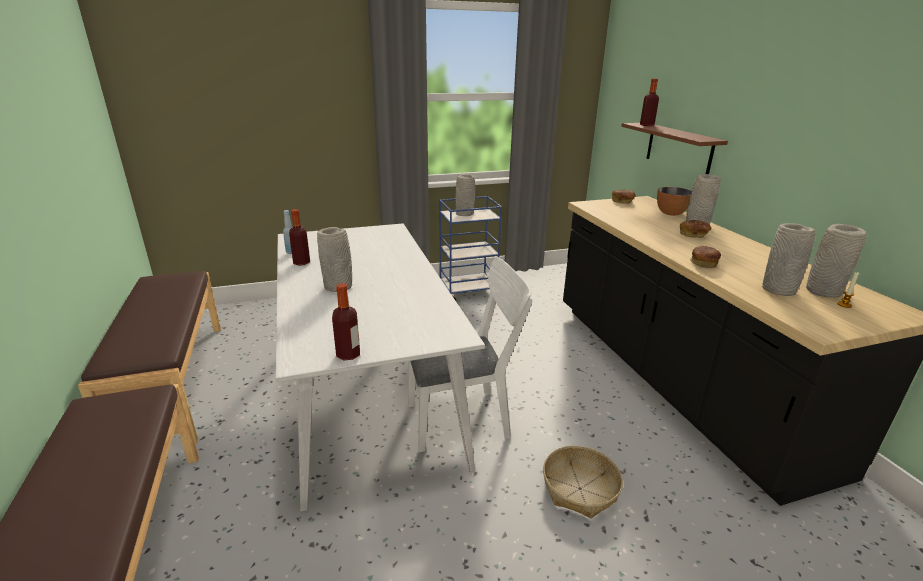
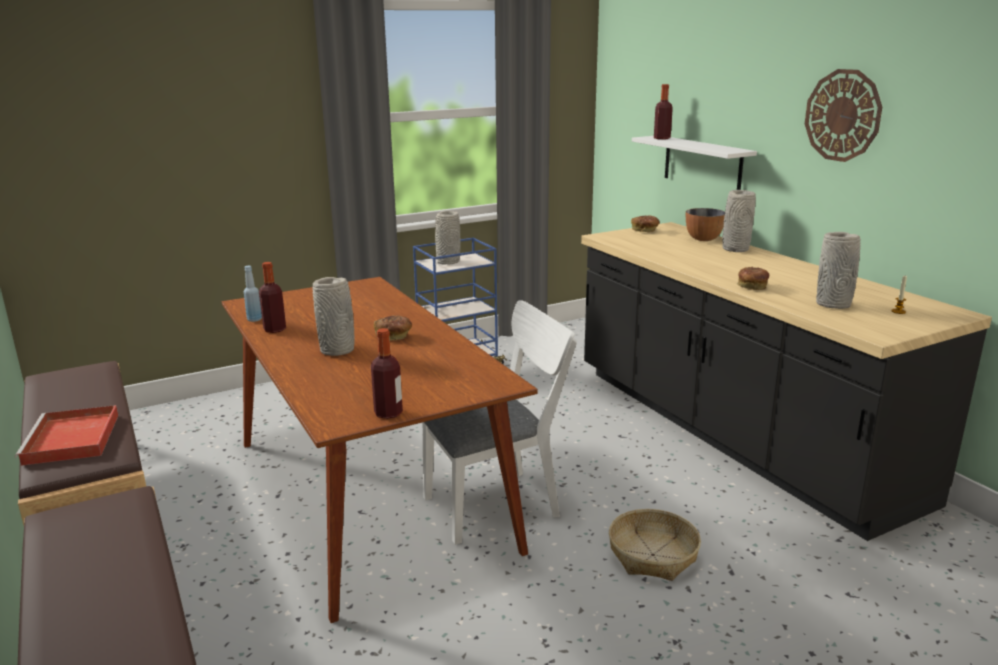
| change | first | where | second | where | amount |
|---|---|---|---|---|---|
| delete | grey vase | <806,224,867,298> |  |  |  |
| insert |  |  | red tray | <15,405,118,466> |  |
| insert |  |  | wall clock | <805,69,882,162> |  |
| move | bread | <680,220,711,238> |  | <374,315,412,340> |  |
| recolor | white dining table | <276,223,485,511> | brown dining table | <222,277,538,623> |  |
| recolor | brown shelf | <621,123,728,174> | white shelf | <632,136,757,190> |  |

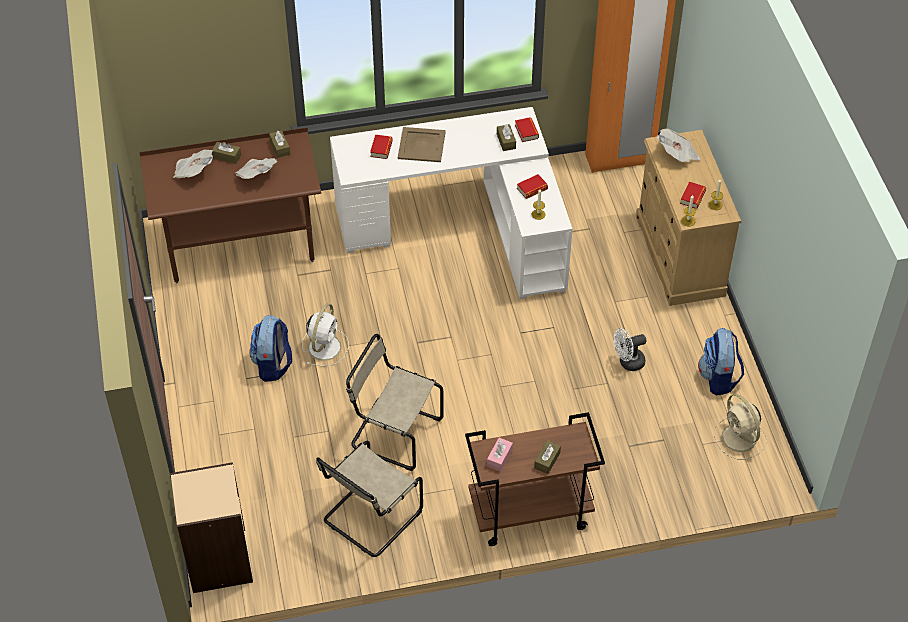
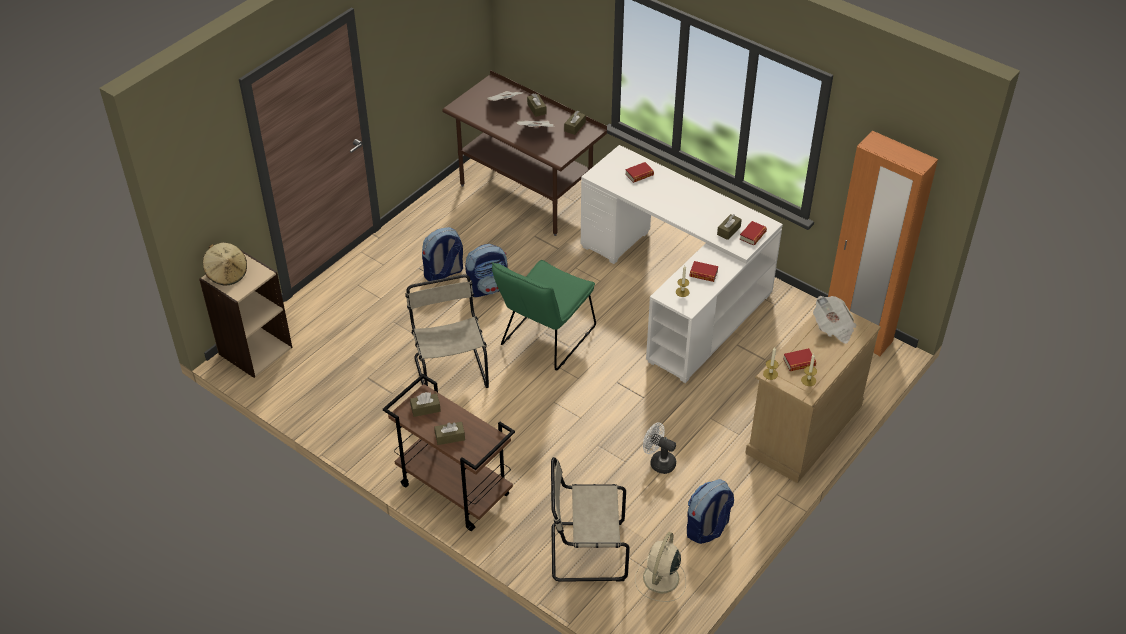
| change | first | where | second | where | amount |
|---|---|---|---|---|---|
| delete | beige tray | <398,127,446,162> |  |  |  |
| insert |  |  | beige hat | <203,242,247,286> |  |
| insert |  |  | green chair | <492,260,596,371> |  |
| move | beige chair | <316,441,423,557> |  | <551,457,630,582> |  |
| replace | white fan | <302,304,349,366> | backpack | <465,244,508,297> |  |
| recolor | pink tissue box | <487,438,513,471> | brown tissue box | <410,392,441,417> |  |

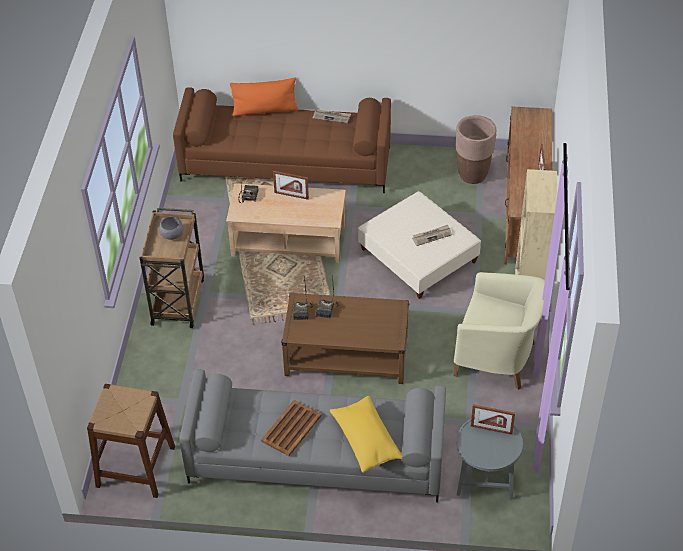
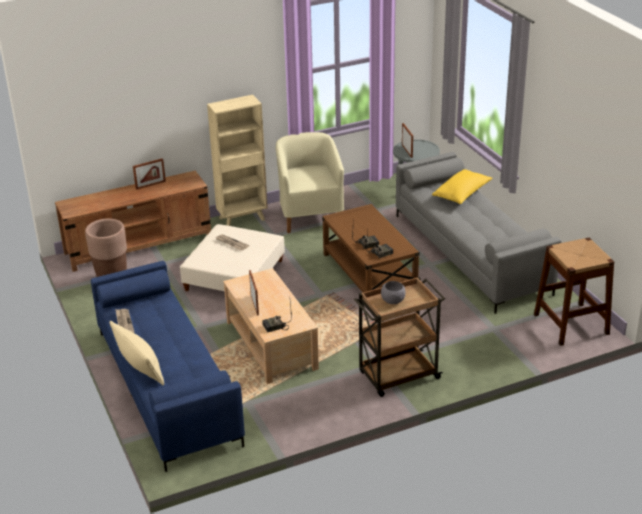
| change | first | where | second | where | amount |
|---|---|---|---|---|---|
| delete | brown tray | <261,400,322,456> |  |  |  |
| recolor | brown sofa | <173,87,391,193> | blue sofa | <91,261,245,472> |  |
| recolor | orange pillow | <230,78,298,116> | beige pillow | <110,321,164,385> |  |

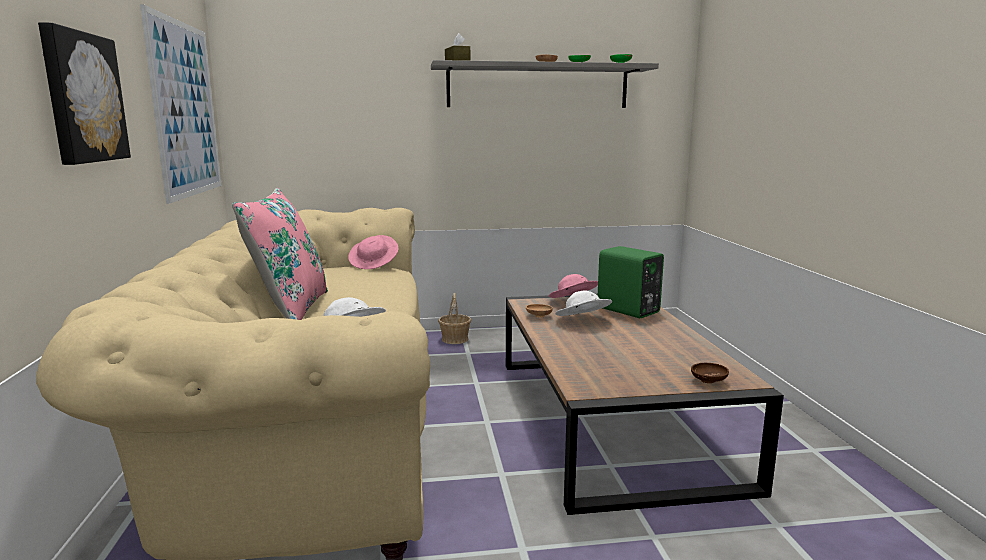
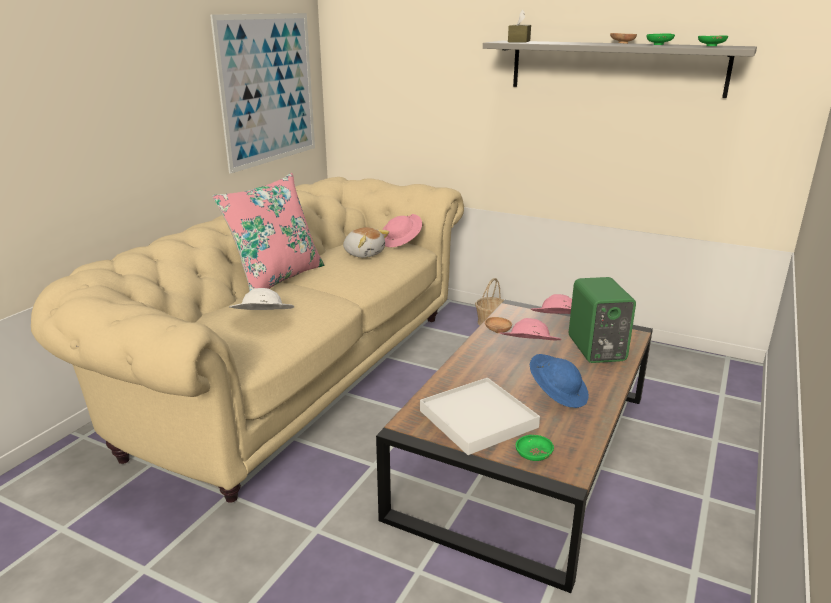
| change | first | where | second | where | amount |
|---|---|---|---|---|---|
| delete | picture | <38,22,131,165> |  |  |  |
| insert |  |  | plush toy | <343,227,389,258> |  |
| insert |  |  | white tray | <420,378,540,455> |  |
| insert |  |  | blue hat | <530,354,589,408> |  |
| recolor | white hat | <555,291,612,316> | pink hat | <500,318,561,340> |  |
| recolor | brown bowl | <691,363,729,383> | green bowl | <516,435,554,461> |  |

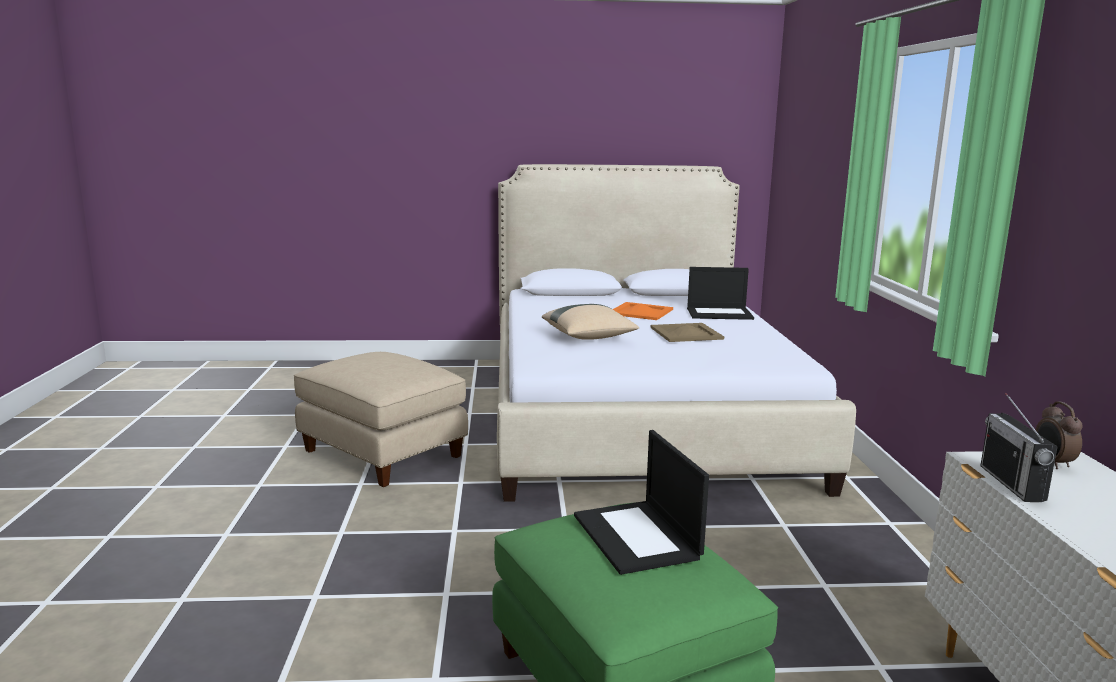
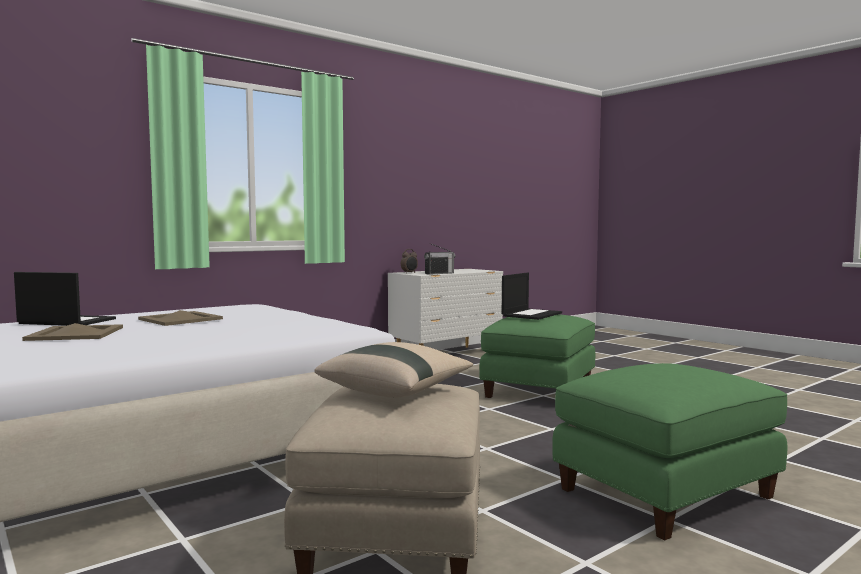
| change | first | where | second | where | amount |
|---|---|---|---|---|---|
| insert |  |  | green ottoman | <552,363,788,540> |  |
| move | beige pillow | <542,304,639,340> |  | <314,342,473,398> |  |
| recolor | orange tray | <613,302,673,320> | beige tray | <22,323,123,341> |  |
| rotate | laptop | <687,267,754,320> |  | <14,272,116,326> | 45 degrees counterclockwise |

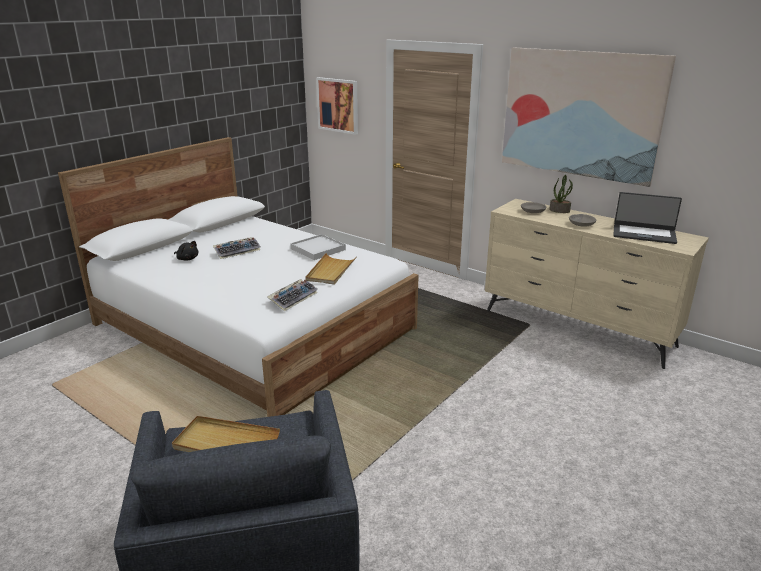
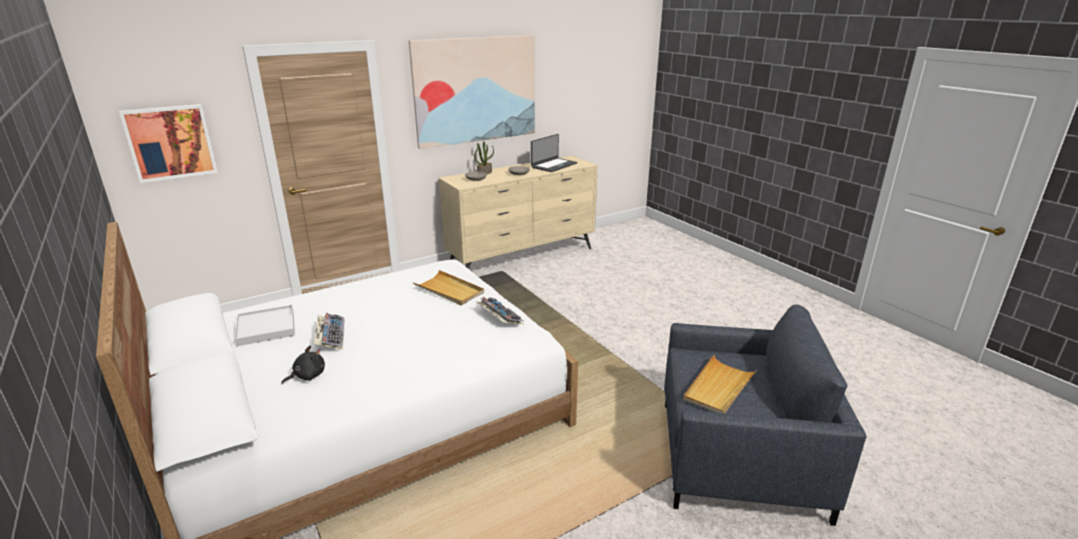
| change | first | where | second | where | amount |
|---|---|---|---|---|---|
| move | white tray | <290,234,346,260> |  | <235,305,295,346> |  |

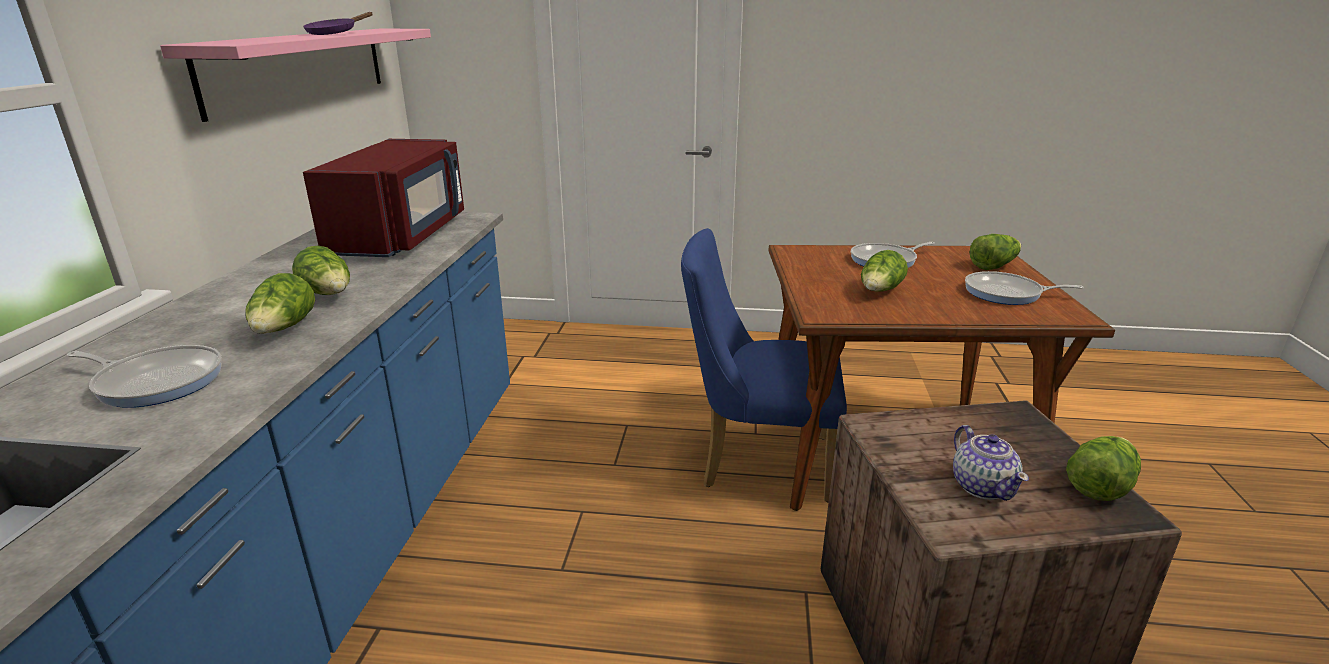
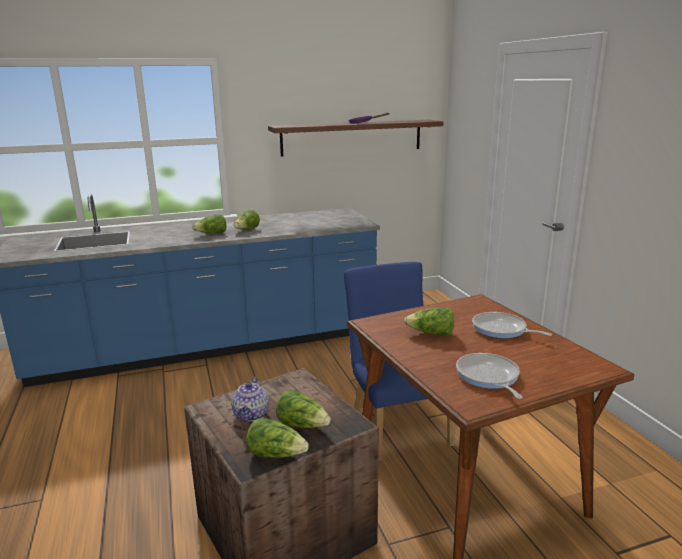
| change | first | where | second | where | amount |
|---|---|---|---|---|---|
| delete | frying pan | <67,345,222,408> |  |  |  |
| delete | red microwave | <303,139,464,257> |  |  |  |
| move | lettuce | <969,234,1021,270> |  | <276,390,331,428> |  |
| recolor | pink shelf | <160,29,431,122> | brown shelf | <268,120,443,157> |  |
| rotate | teapot | <953,425,1029,501> |  | <231,377,269,421> | 45 degrees counterclockwise |

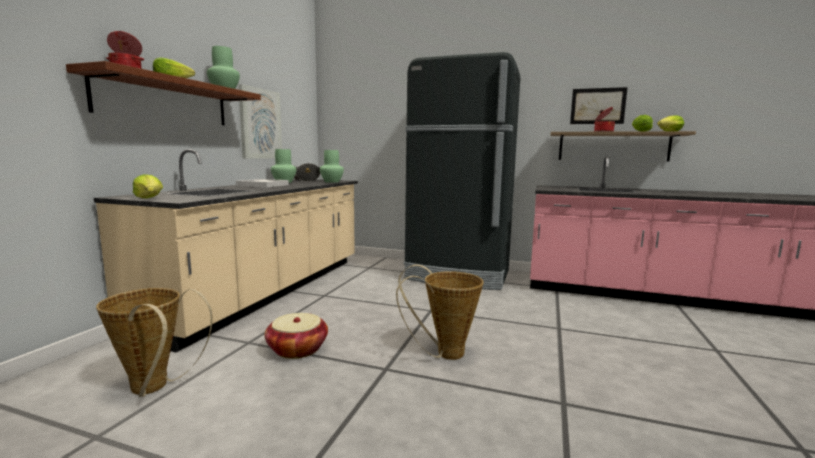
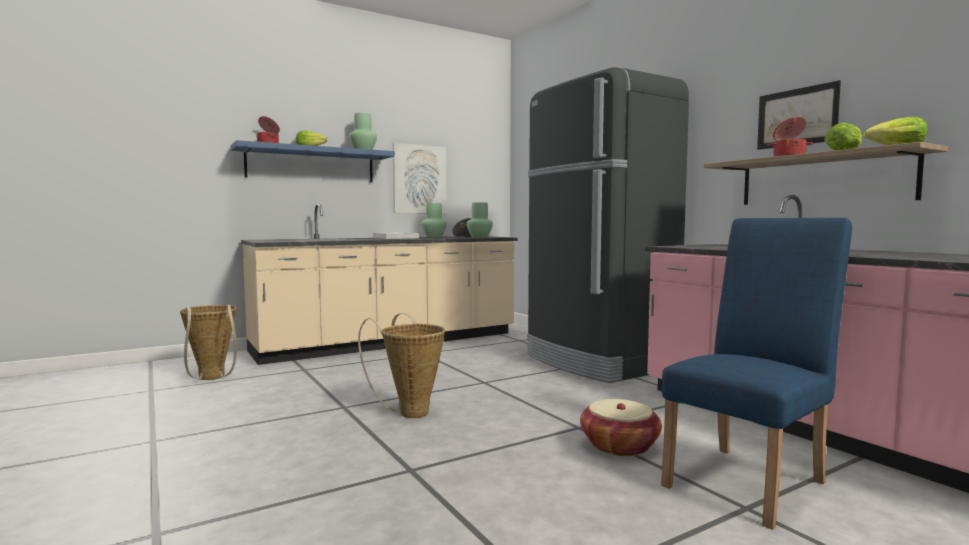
| change | first | where | second | where | amount |
|---|---|---|---|---|---|
| delete | lettuce | <133,174,163,198> |  |  |  |
| insert |  |  | blue chair | <661,218,852,530> |  |
| move | basket | <265,313,328,359> |  | <580,399,662,456> |  |
| recolor | brown shelf | <66,61,261,125> | blue shelf | <230,140,395,182> |  |

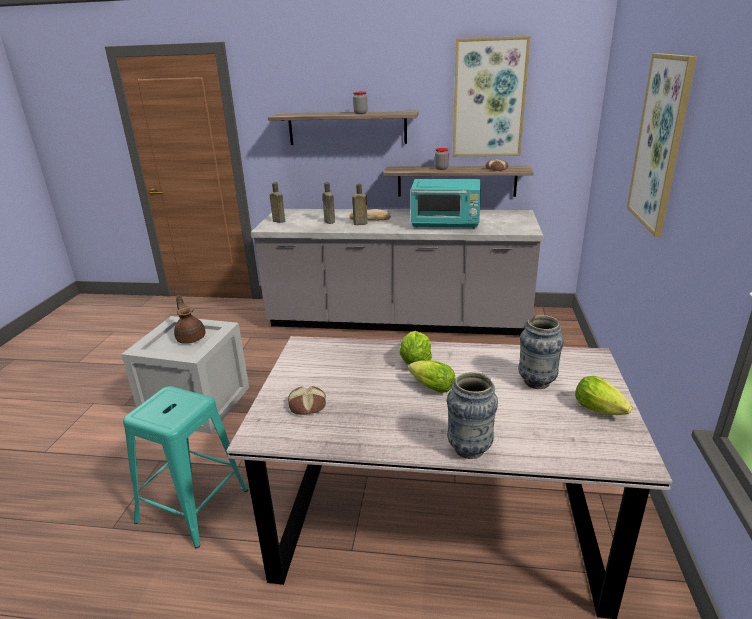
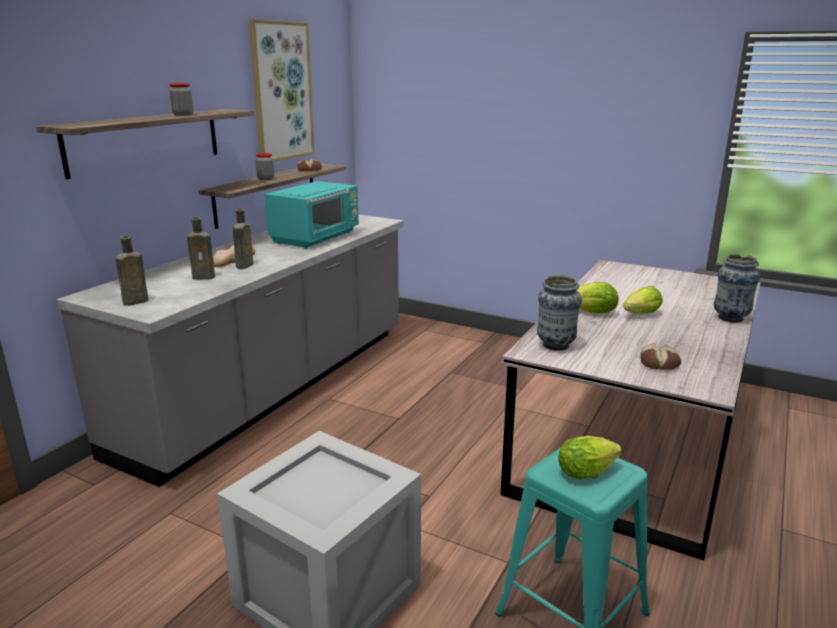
| change | first | where | second | where | amount |
|---|---|---|---|---|---|
| delete | brown teapot | <174,295,206,344> |  |  |  |
| delete | picture | <627,53,697,237> |  |  |  |
| move | vase | <518,315,564,389> |  | <537,275,582,351> |  |
| move | lettuce | <575,376,632,415> |  | <558,436,622,479> |  |

